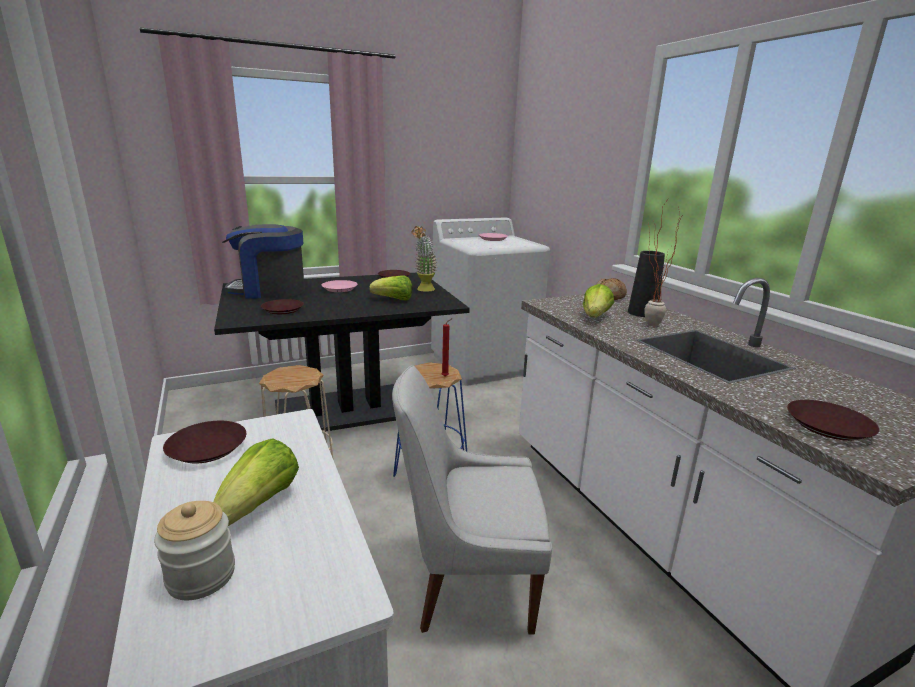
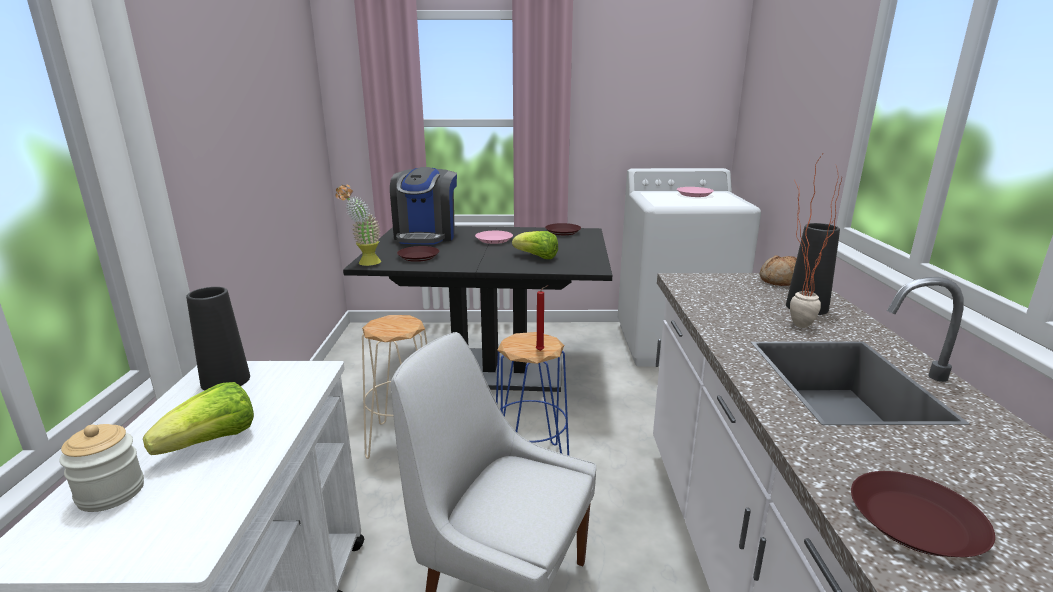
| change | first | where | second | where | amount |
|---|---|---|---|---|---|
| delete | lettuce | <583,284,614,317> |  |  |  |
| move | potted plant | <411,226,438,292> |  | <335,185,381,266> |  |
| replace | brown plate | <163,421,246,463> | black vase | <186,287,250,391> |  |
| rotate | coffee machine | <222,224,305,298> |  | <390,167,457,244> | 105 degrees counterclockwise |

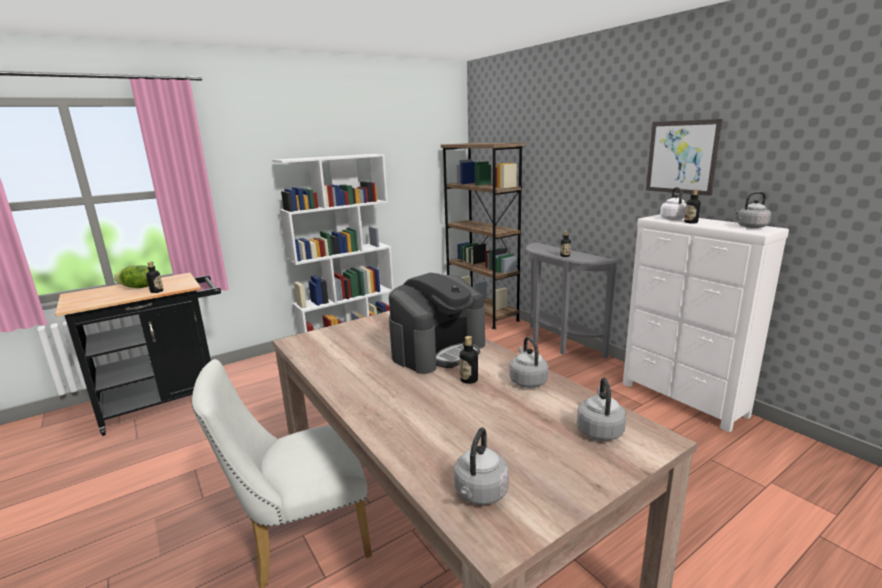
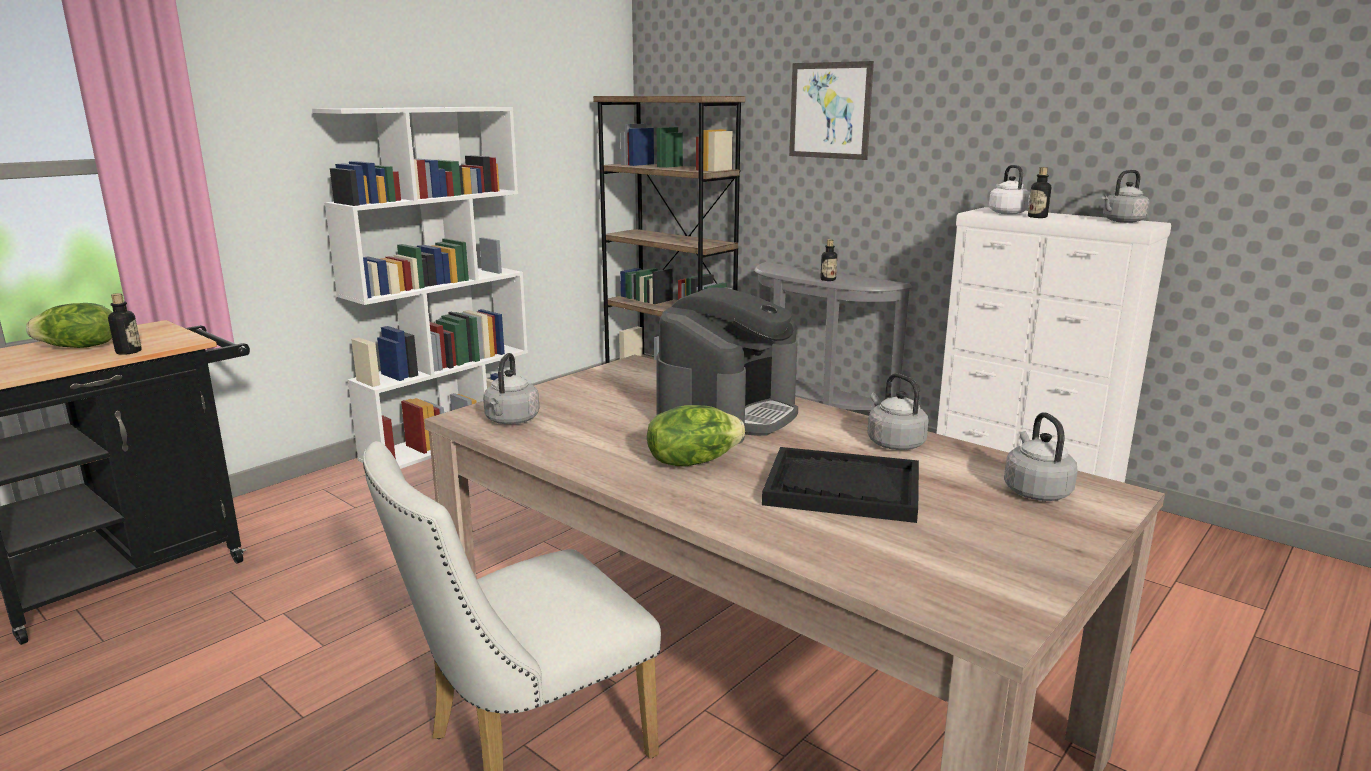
| change | first | where | second | where | amount |
|---|---|---|---|---|---|
| delete | bottle | <460,336,478,384> |  |  |  |
| insert |  |  | lettuce | <647,405,745,467> |  |
| insert |  |  | black tray | <762,447,919,523> |  |
| move | grey kettle | <454,427,509,505> |  | <483,353,539,424> |  |
| move | picture | <646,119,723,196> |  | <789,61,874,160> |  |

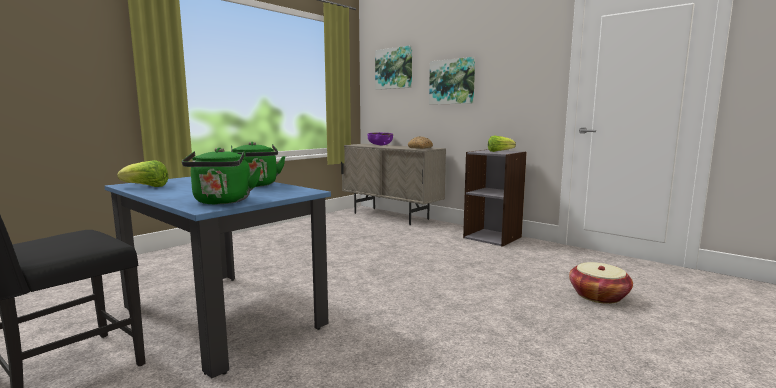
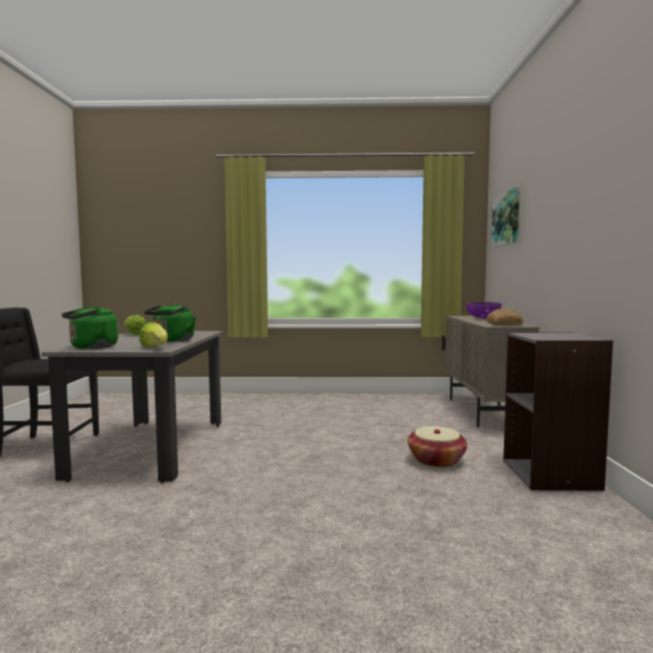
| change | first | where | second | where | amount |
|---|---|---|---|---|---|
| delete | picture | <429,57,475,105> |  |  |  |
| move | lettuce | <488,136,516,152> |  | <139,322,168,347> |  |
| move | basket | <569,262,633,304> |  | <408,426,467,467> |  |
| recolor | blue dining table | <104,177,331,379> | grey dining table | <41,331,223,483> |  |

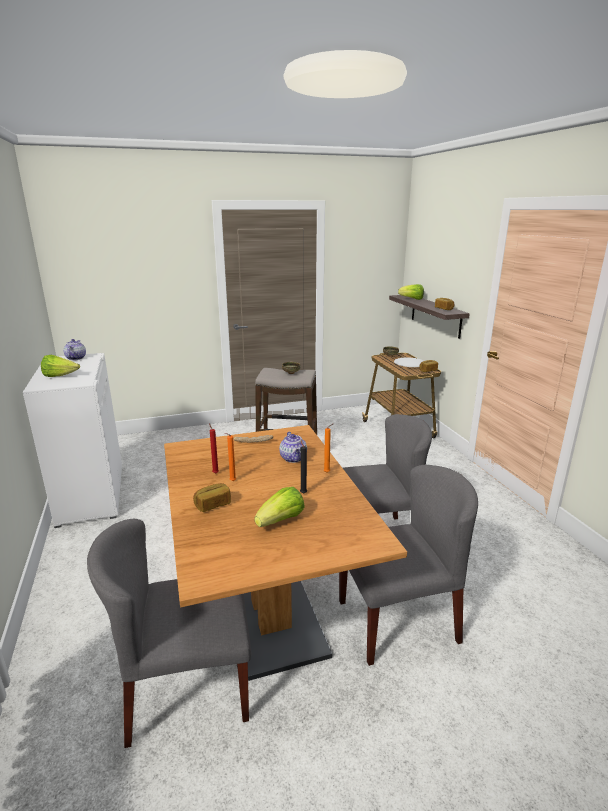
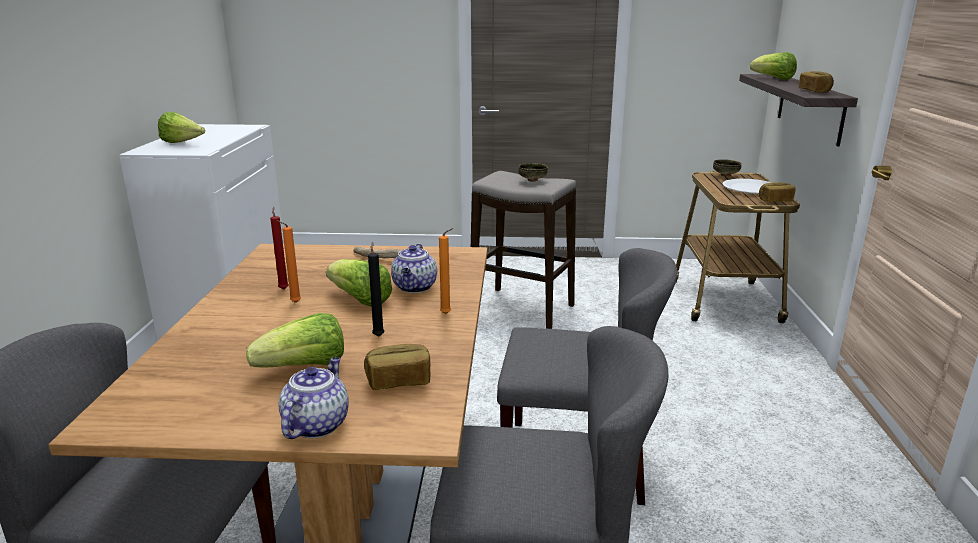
| change | first | where | second | where | amount |
|---|---|---|---|---|---|
| insert |  |  | lettuce | <326,259,392,307> |  |
| move | teapot | <63,339,86,360> |  | <278,357,349,439> |  |
| move | bread | <193,483,231,512> |  | <364,344,430,390> |  |

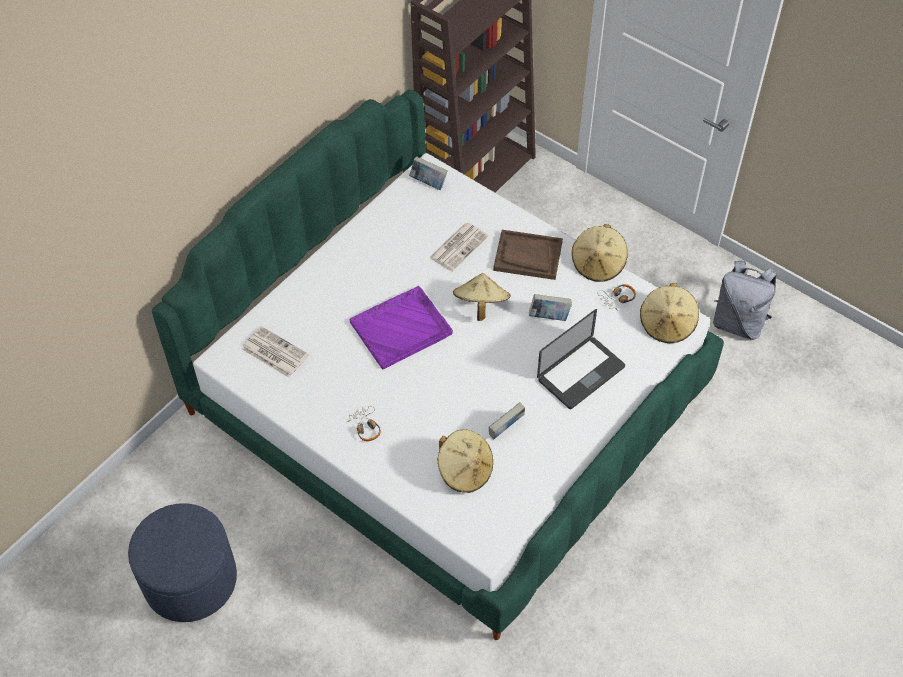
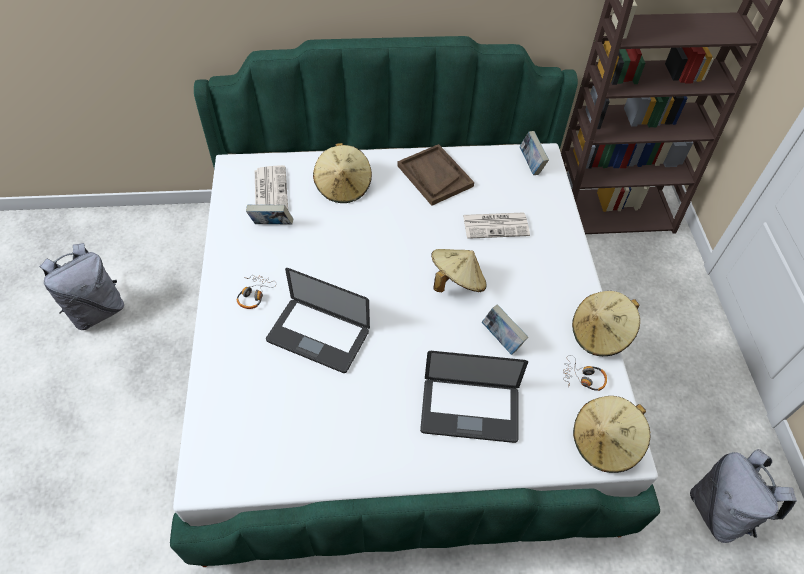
| change | first | where | second | where | amount |
|---|---|---|---|---|---|
| delete | purple tray | <350,286,453,369> |  |  |  |
| insert |  |  | laptop | <266,268,370,373> |  |
| move | beige hat | <438,429,493,493> |  | <313,143,372,203> |  |
| move | book | <489,402,525,439> |  | <246,205,293,225> |  |
| move | brown tray | <493,230,563,280> |  | <397,144,474,206> |  |
| replace | blue ottoman | <128,503,237,622> | grey backpack | <39,243,124,330> |  |

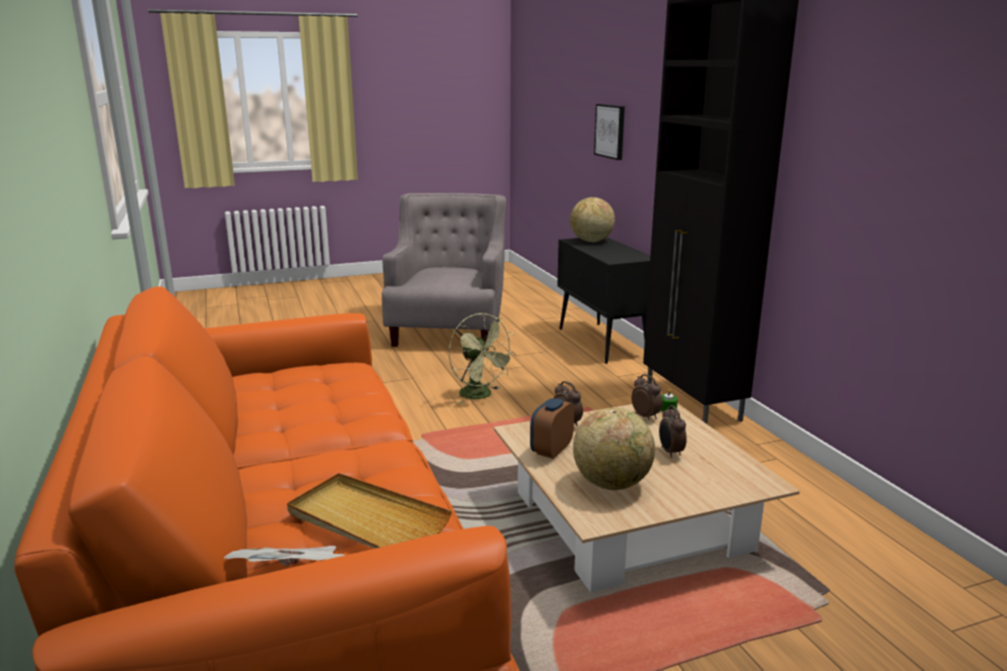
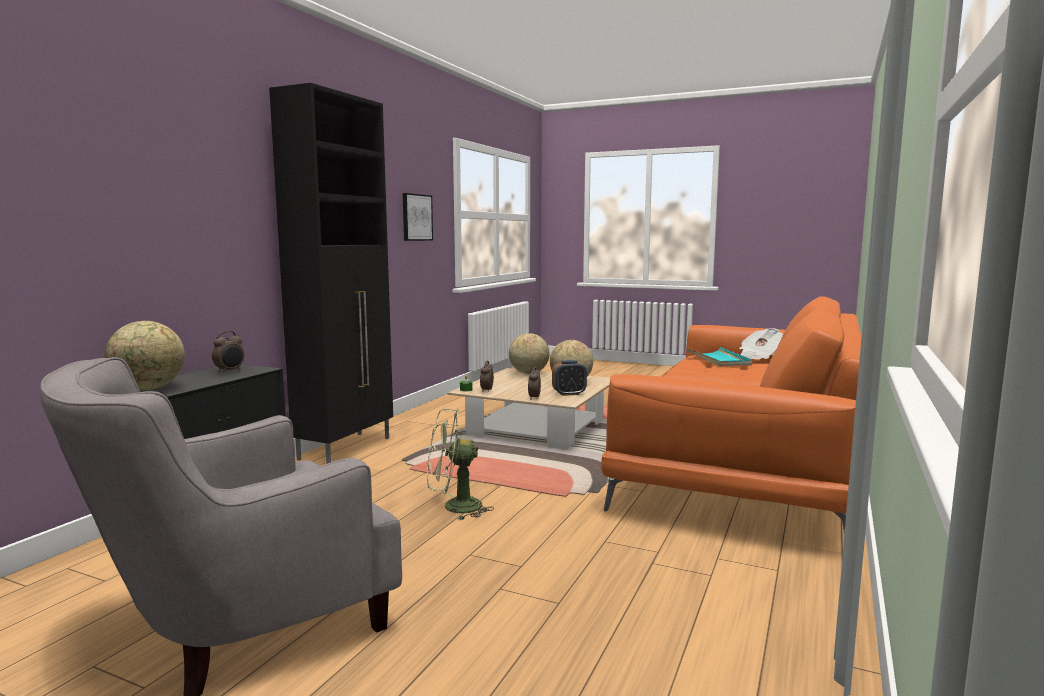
| change | first | where | second | where | amount |
|---|---|---|---|---|---|
| insert |  |  | globe | <509,333,549,374> |  |
| move | picture | <594,104,625,160> |  | <402,193,433,241> |  |
| move | alarm clock | <659,405,687,458> |  | <212,331,244,373> |  |
| recolor | beige tray | <287,473,452,549> | turquoise tray | <687,347,752,367> |  |
| rotate | green fan | <449,313,516,404> |  | <427,409,494,520> | 105 degrees counterclockwise |

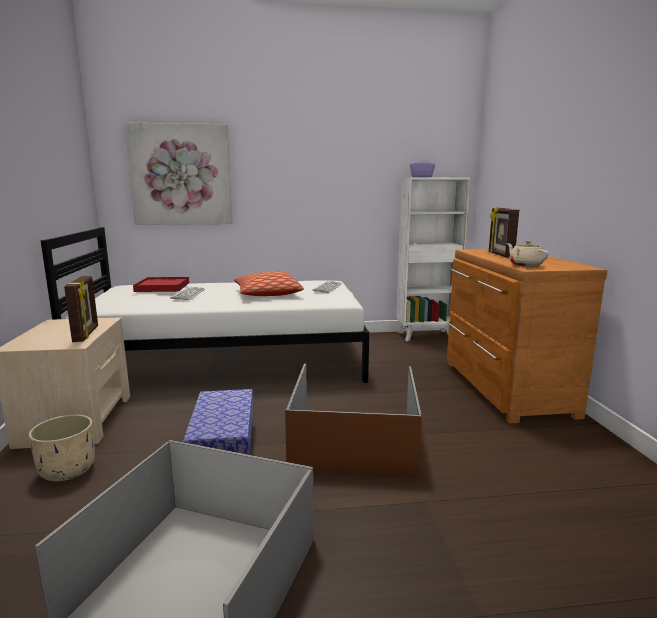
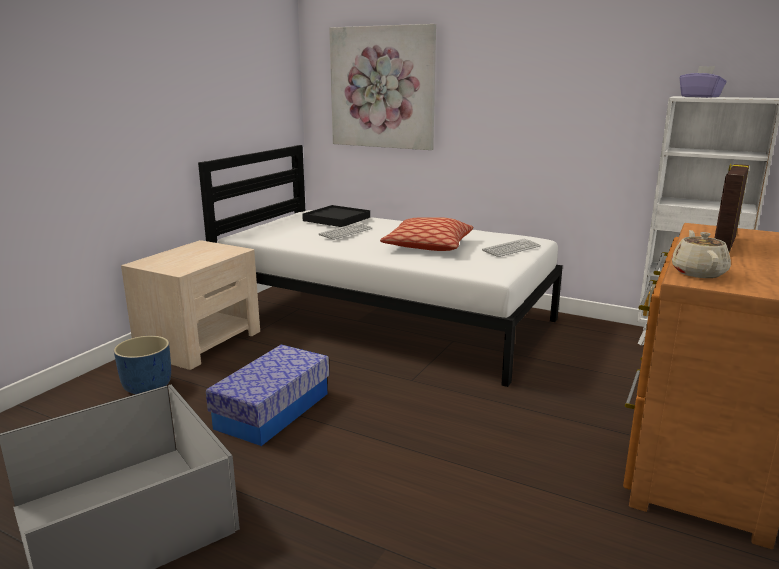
| change | first | where | second | where | amount |
|---|---|---|---|---|---|
| delete | picture frame | <64,276,98,342> |  |  |  |
| delete | brown storage box | <285,364,422,476> |  |  |  |
| recolor | beige planter | <28,414,95,481> | blue planter | <114,336,171,394> |  |
| recolor | red tray | <133,277,189,292> | black tray | <302,205,370,227> |  |

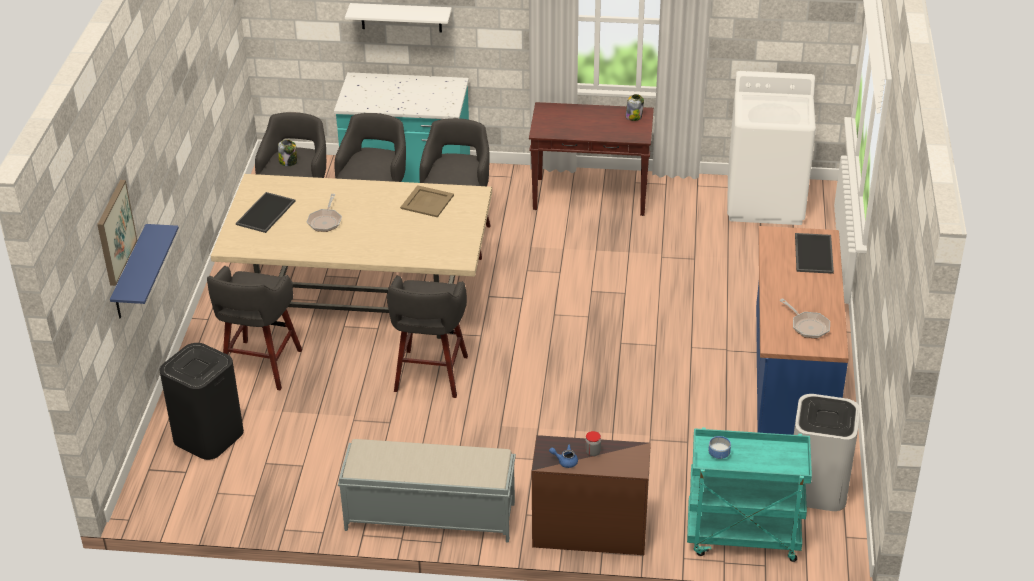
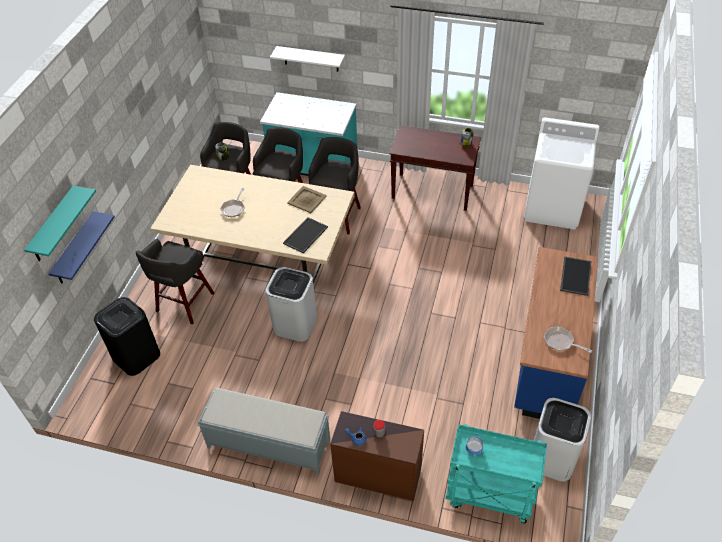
| change | first | where | second | where | amount |
|---|---|---|---|---|---|
| move | tray | <236,192,296,233> |  | <283,217,328,253> |  |
| replace | picture | <97,180,137,286> | turquoise shelf | <24,186,96,261> |  |
| replace | grey stool | <387,275,468,398> | white trash can | <266,267,317,342> |  |
| rotate | frying pan | <779,298,830,338> |  | <544,326,592,353> | 150 degrees clockwise |

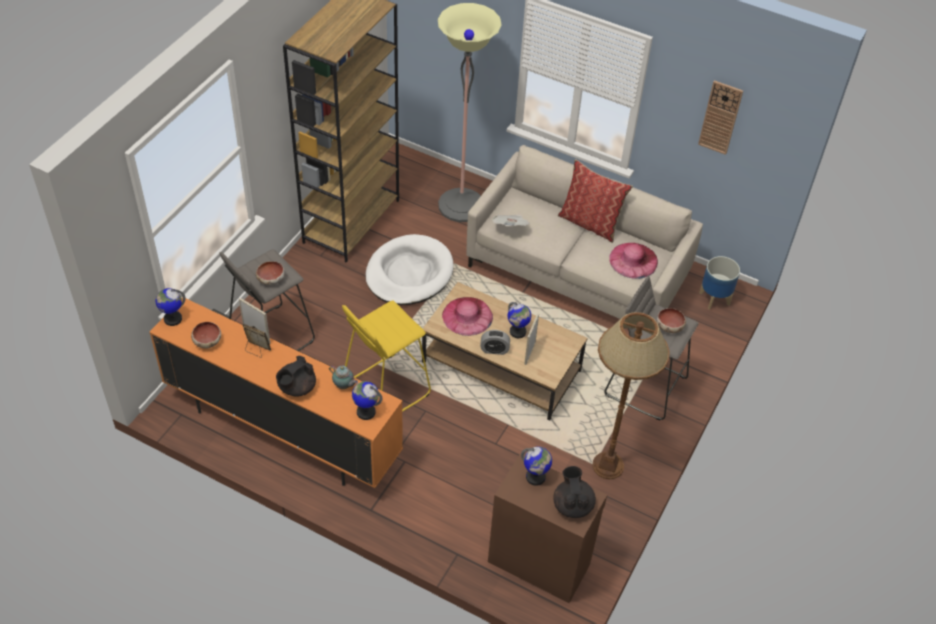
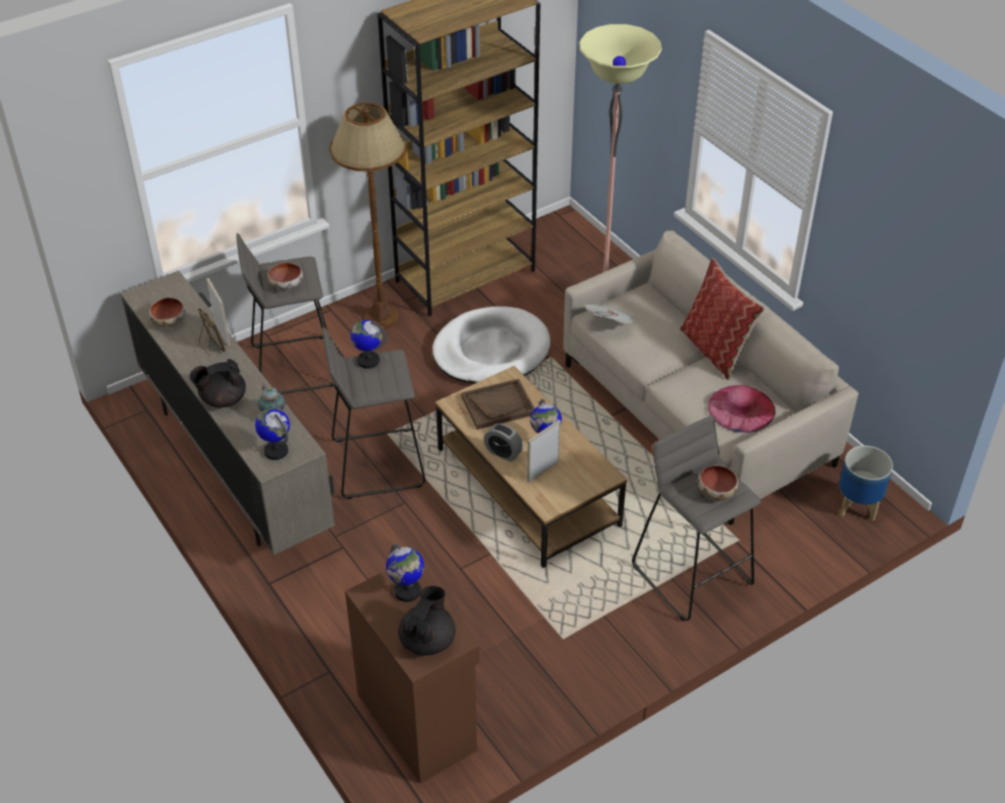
| change | first | where | second | where | amount |
|---|---|---|---|---|---|
| delete | wall clock | <698,80,743,155> |  |  |  |
| move | globe | <156,288,186,326> |  | <350,320,387,369> |  |
| move | brown floor lamp | <592,312,670,479> |  | <329,103,407,329> |  |
| replace | pink hat | <442,297,493,336> | brown tray | <461,379,535,429> |  |
| recolor | orange tv stand | <150,297,403,488> | beige tv stand | <120,271,335,555> |  |
| recolor | yellow stool | <342,300,431,412> | grey stool | <322,327,425,499> |  |

